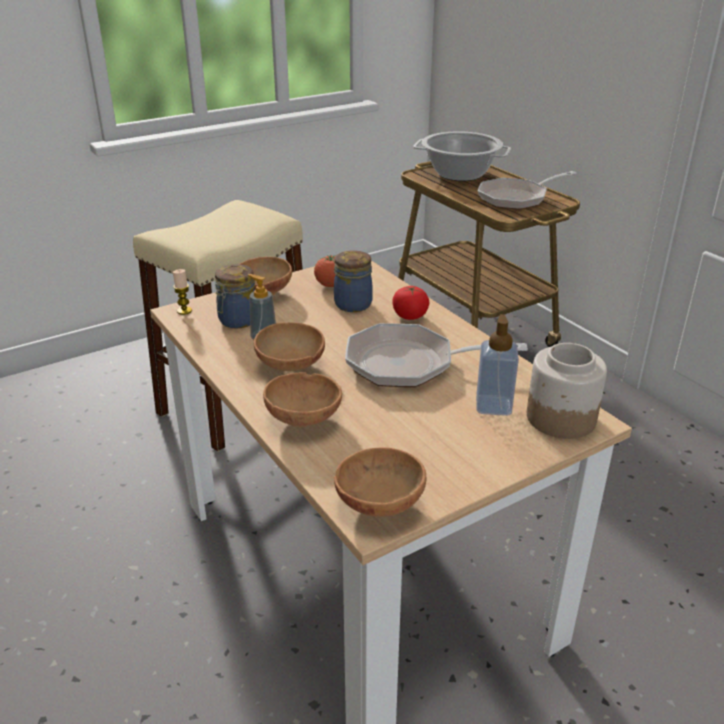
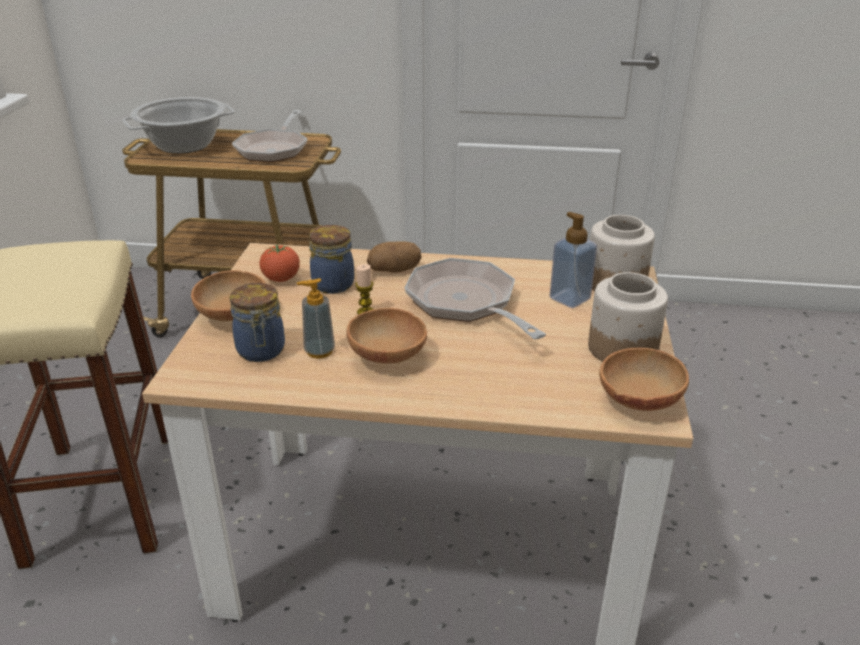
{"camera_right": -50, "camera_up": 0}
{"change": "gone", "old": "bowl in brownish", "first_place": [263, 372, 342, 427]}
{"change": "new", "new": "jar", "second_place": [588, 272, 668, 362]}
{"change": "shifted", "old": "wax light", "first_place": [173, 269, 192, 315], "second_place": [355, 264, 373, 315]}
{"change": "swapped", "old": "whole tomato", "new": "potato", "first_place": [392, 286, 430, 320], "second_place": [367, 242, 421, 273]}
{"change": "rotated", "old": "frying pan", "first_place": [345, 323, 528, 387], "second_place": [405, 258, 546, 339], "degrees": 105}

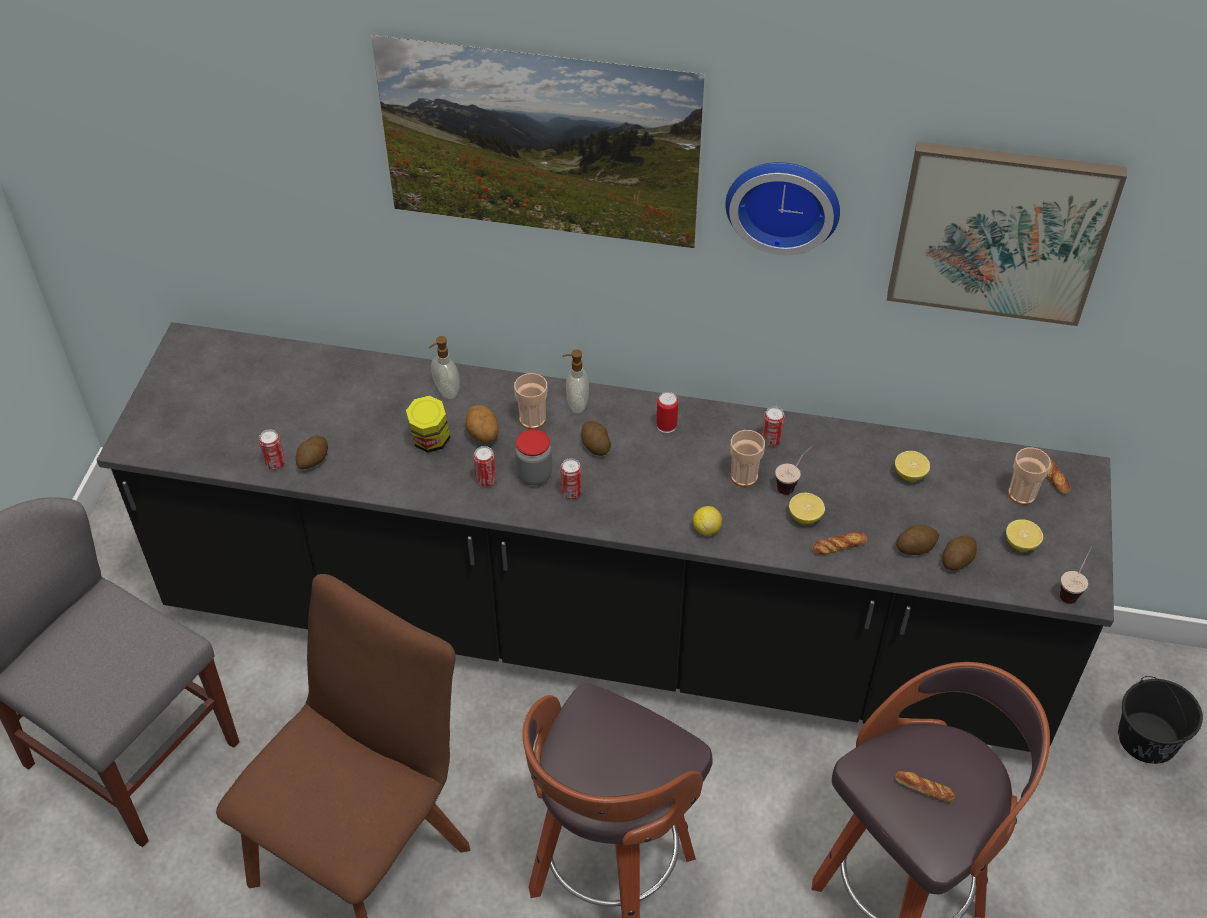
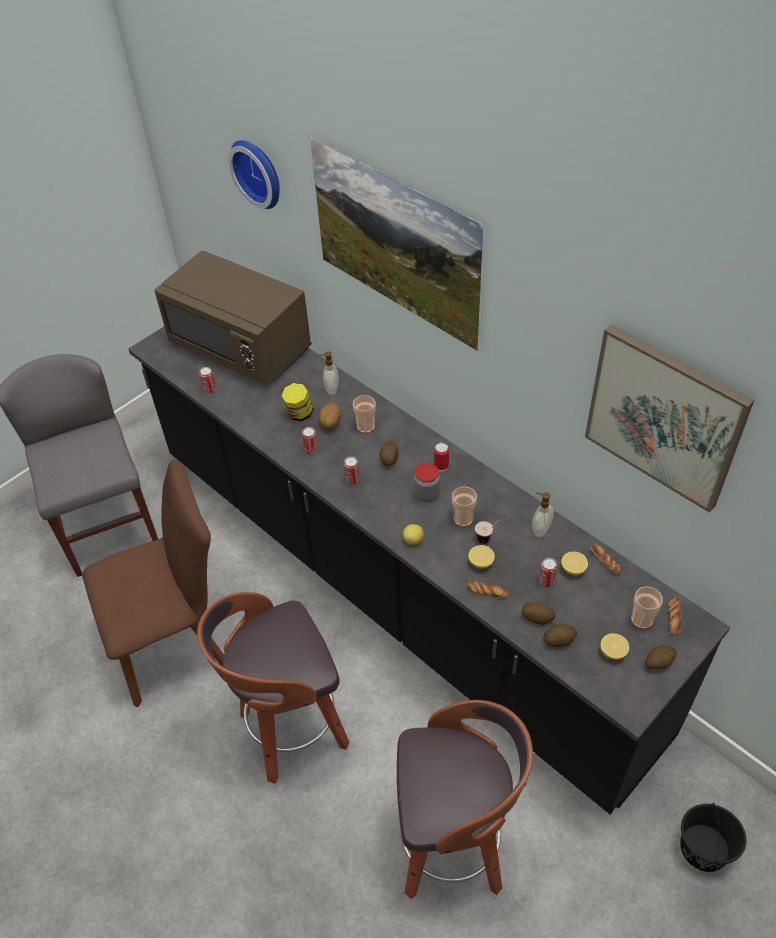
{"camera_right": 35, "camera_up": 0}
{"change": "gone", "old": "cup", "first_place": [1060, 547, 1092, 604]}
{"change": "new", "new": "kitchen microwave in brownish", "second_place": [154, 250, 312, 385]}
{"change": "shifted", "old": "potato", "first_place": [296, 436, 328, 469], "second_place": [646, 645, 677, 669]}
{"change": "shifted", "old": "jar", "first_place": [515, 429, 552, 485], "second_place": [414, 463, 440, 502]}
{"change": "shifted", "old": "soap bottle", "first_place": [562, 349, 589, 413], "second_place": [532, 492, 554, 537]}
{"change": "shifted", "old": "hanging clock", "first_place": [725, 162, 840, 255], "second_place": [228, 140, 280, 209]}
{"change": "shifted", "old": "sealed can", "first_place": [762, 406, 785, 447], "second_place": [539, 558, 557, 587]}
{"change": "shifted", "old": "bakery bread", "first_place": [895, 771, 956, 802], "second_place": [590, 544, 622, 575]}

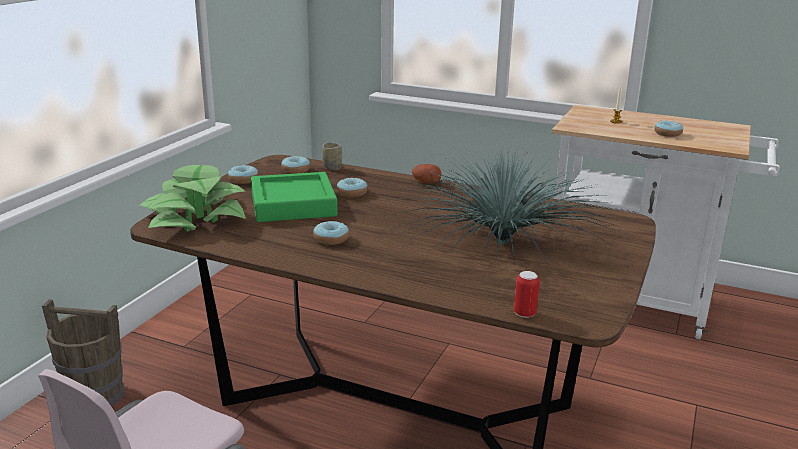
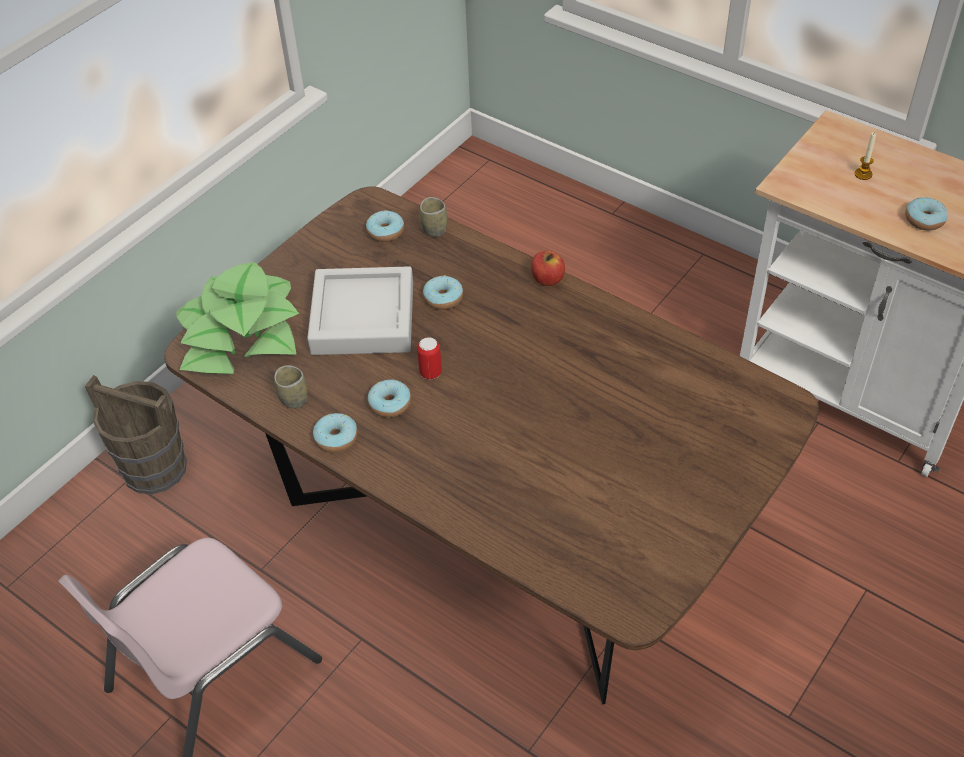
{"camera_right": 15, "camera_up": 25}
{"change": "gone", "old": "potted plant", "first_place": [390, 148, 624, 265]}
{"change": "new", "new": "cup", "second_place": [274, 365, 307, 409]}
{"change": "shifted", "old": "ring doughnut", "first_place": [228, 165, 258, 184], "second_place": [313, 413, 358, 453]}
{"change": "shifted", "old": "sealed can", "first_place": [514, 271, 540, 318], "second_place": [417, 337, 442, 380]}
{"change": "swapped", "old": "potato", "new": "apple", "first_place": [412, 164, 442, 183], "second_place": [531, 251, 565, 286]}
{"change": "repainted", "old": "carrying tray in green-coloured", "new": "carrying tray in gray", "first_place": [251, 172, 337, 222], "second_place": [307, 266, 413, 355]}

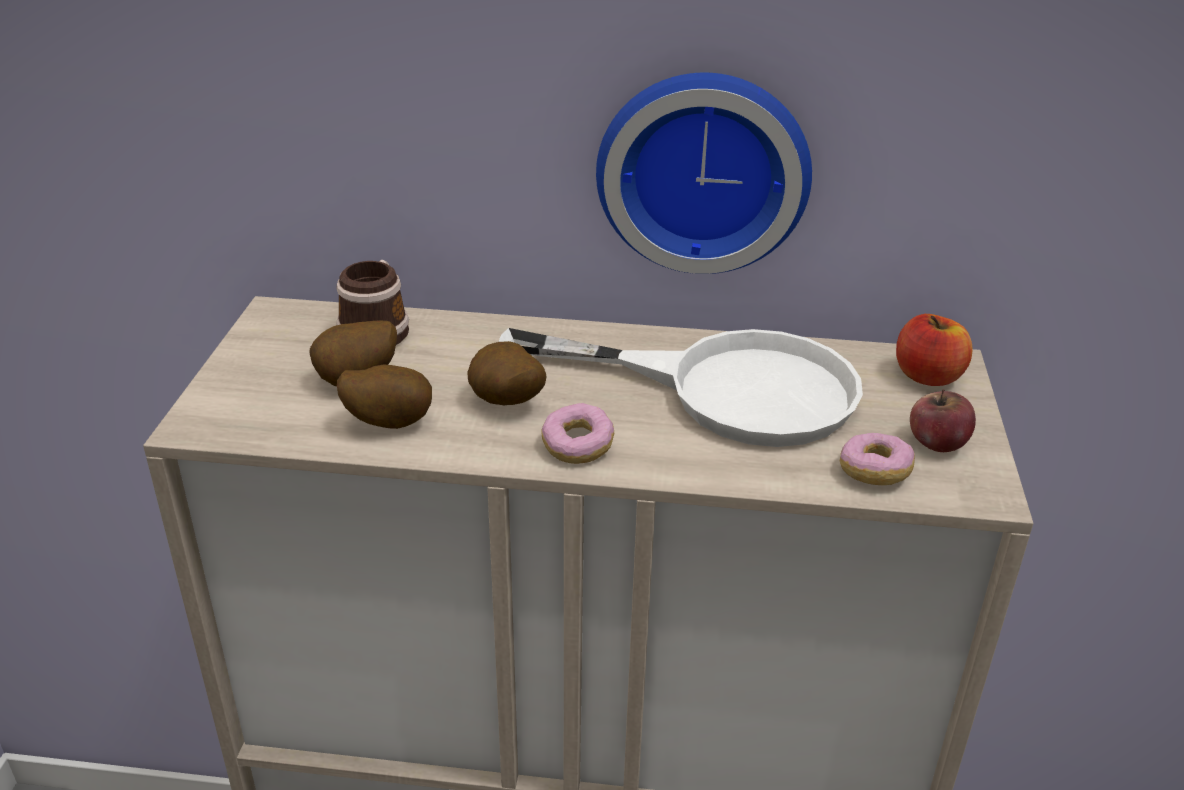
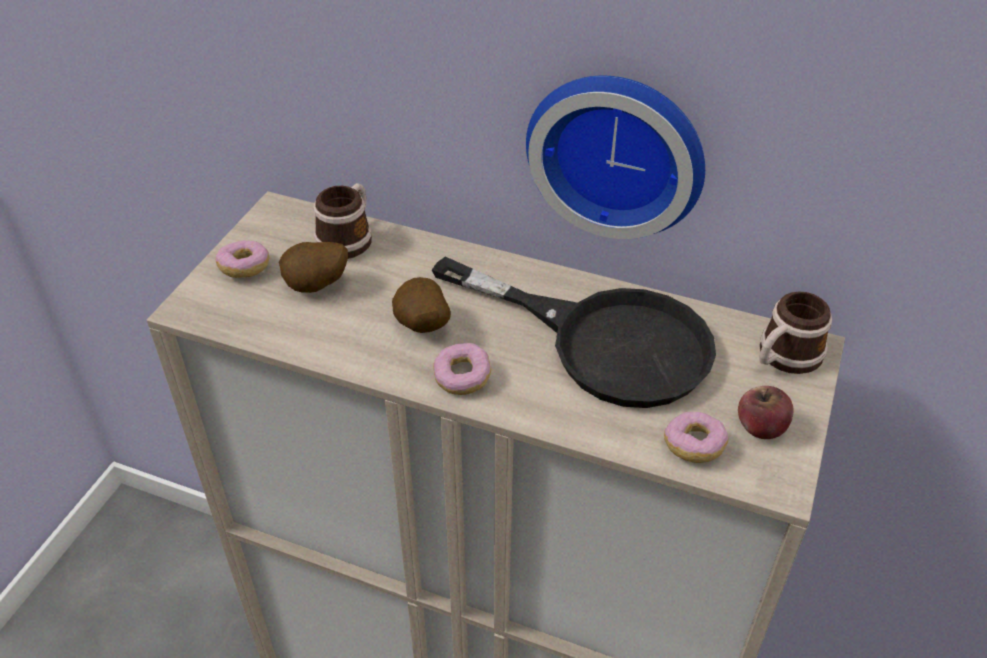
{"camera_right": 15, "camera_up": 10}
{"change": "gone", "old": "potato", "first_place": [337, 364, 432, 429]}
{"change": "new", "new": "ring doughnut", "second_place": [216, 240, 270, 278]}
{"change": "swapped", "old": "apple", "new": "tea mug", "first_place": [896, 314, 973, 386], "second_place": [759, 292, 832, 374]}
{"change": "repainted", "old": "frying pan in white-coloured", "new": "frying pan in black", "first_place": [498, 328, 863, 447], "second_place": [432, 257, 716, 408]}

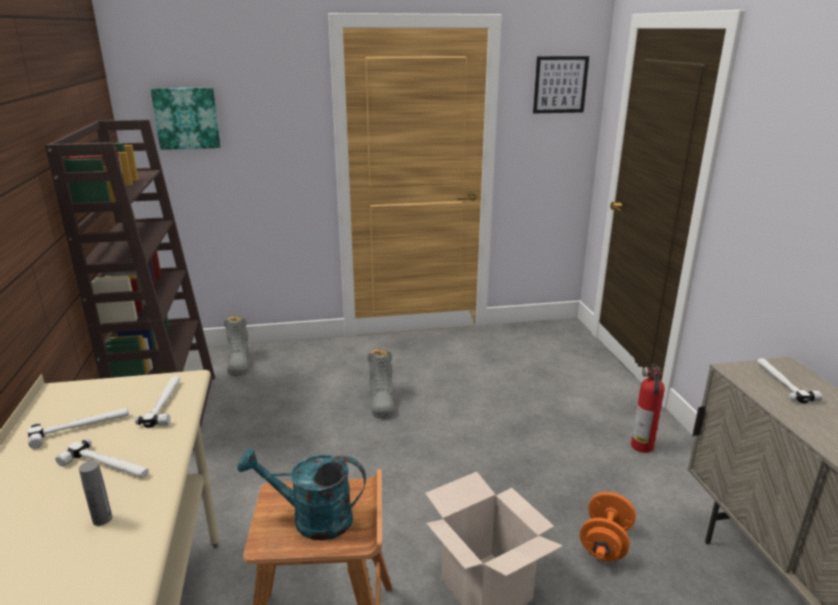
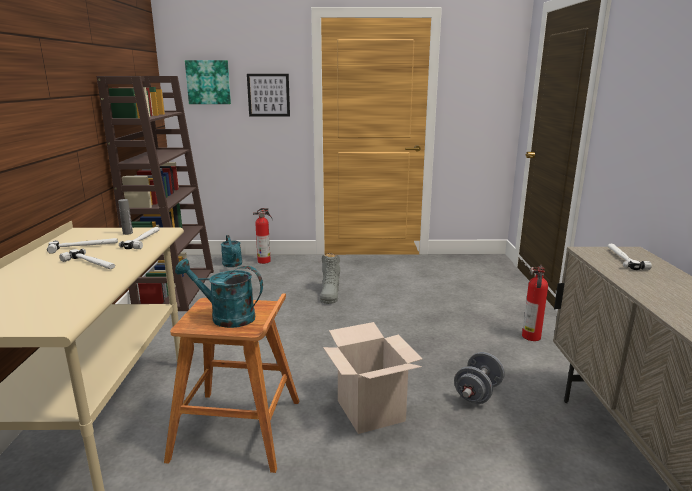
{"camera_right": 10, "camera_up": -5}
{"change": "new", "new": "fire extinguisher", "second_place": [253, 208, 272, 264]}
{"change": "shifted", "old": "drink bottle in gray", "first_place": [79, 461, 112, 526], "second_place": [118, 199, 133, 235]}
{"change": "shifted", "old": "wall picture", "first_place": [533, 56, 589, 113], "second_place": [247, 74, 290, 117]}
{"change": "swapped", "old": "high-top boot in gray", "new": "watering pot in turquoise", "first_place": [224, 315, 249, 377], "second_place": [221, 235, 242, 267]}
{"change": "repainted", "old": "hand weight in orange", "new": "hand weight in gray", "first_place": [580, 492, 636, 561], "second_place": [454, 352, 505, 404]}

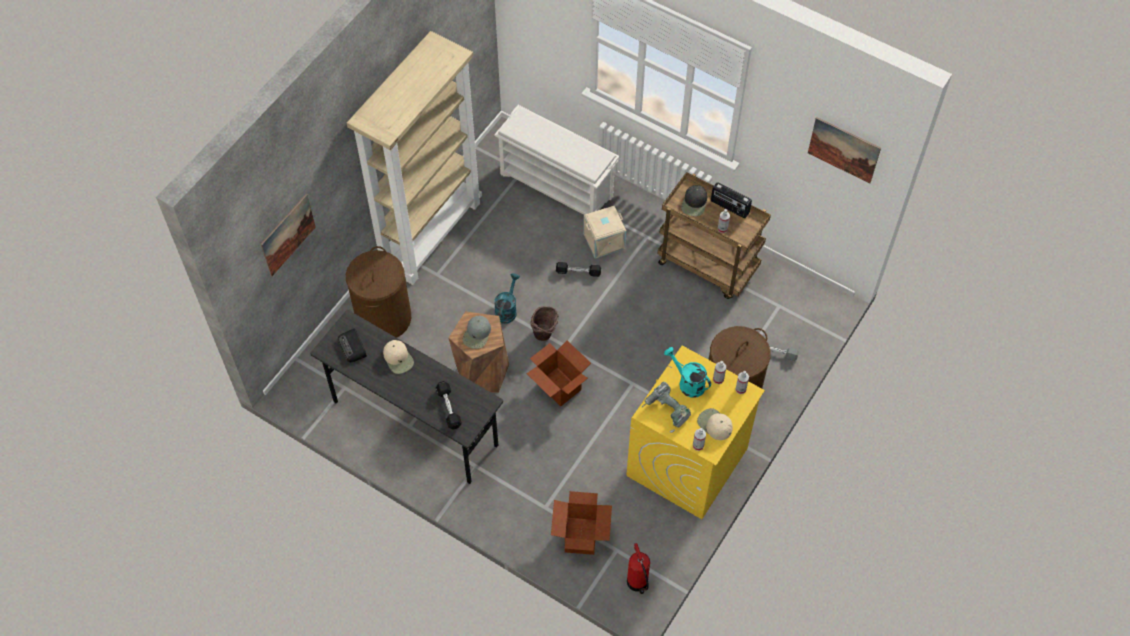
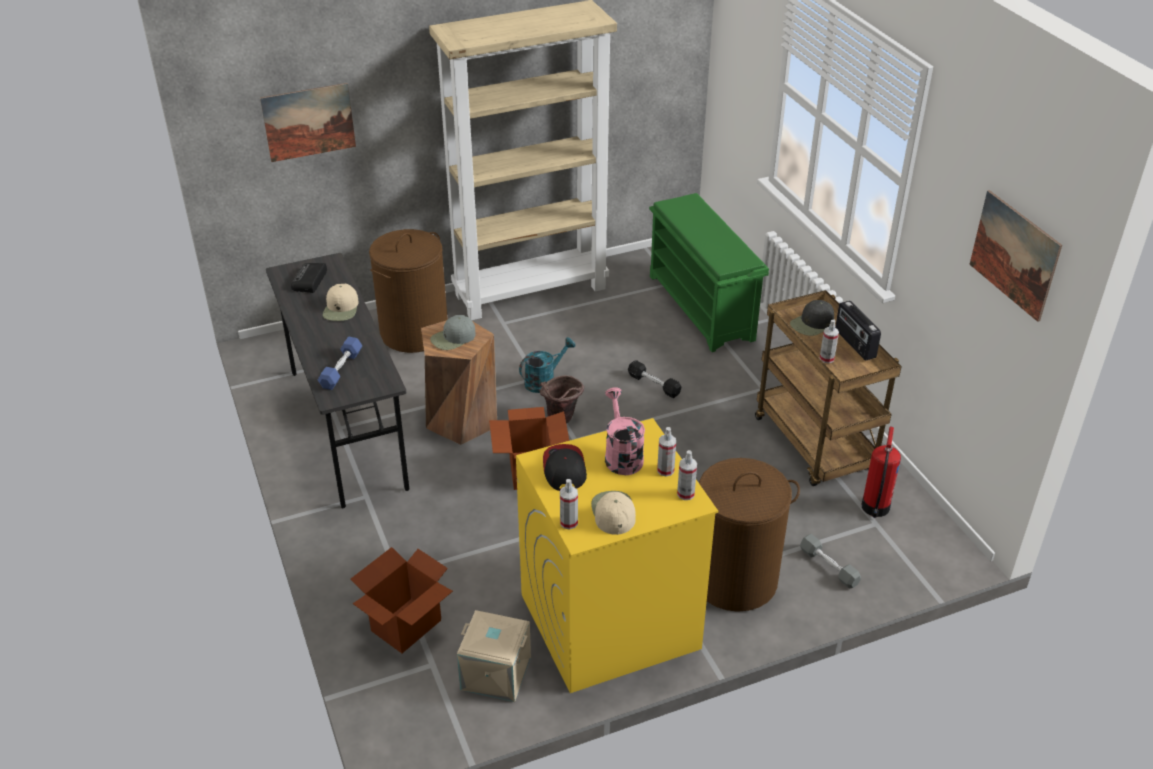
{"camera_right": 35, "camera_up": -20}
{"change": "shifted", "old": "storage container in beige-coloured", "first_place": [583, 206, 626, 258], "second_place": [457, 610, 531, 702]}
{"change": "shifted", "old": "fire extinguisher", "first_place": [627, 543, 650, 594], "second_place": [862, 426, 901, 518]}
{"change": "swapped", "old": "electric drill", "new": "baseball cap", "first_place": [641, 382, 691, 433], "second_place": [543, 444, 587, 491]}
{"change": "repainted", "old": "hand weight in black", "new": "hand weight in bluish", "first_place": [436, 381, 462, 429], "second_place": [318, 337, 362, 390]}
{"change": "repainted", "old": "shoe stand in white-coloured", "new": "shoe stand in green-coloured", "first_place": [494, 105, 620, 215], "second_place": [649, 193, 769, 352]}
{"change": "repainted", "old": "watering pot in turquoise", "new": "watering pot in pinkish", "first_place": [664, 347, 711, 398], "second_place": [605, 387, 645, 475]}

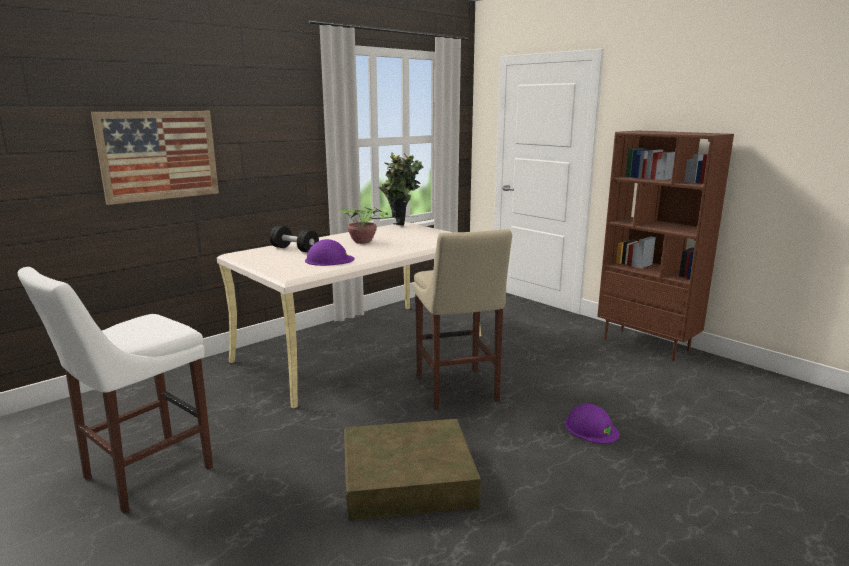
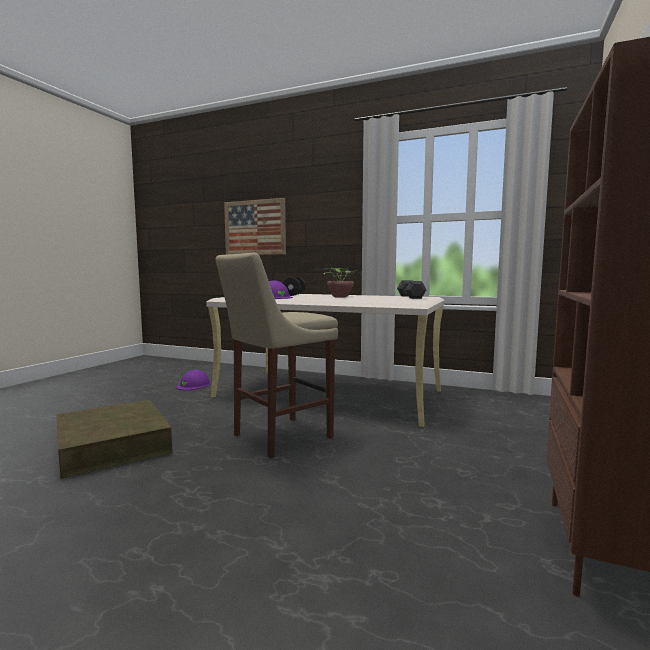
{"camera_right": 65, "camera_up": -10}
{"change": "gone", "old": "sitting stool in white-coloured", "first_place": [18, 267, 213, 514]}
{"change": "shifted", "old": "safety helmet in purple-coloured", "first_place": [565, 404, 620, 444], "second_place": [176, 370, 211, 390]}
{"change": "swapped", "old": "potted plant", "new": "hand weight in black", "first_place": [378, 152, 424, 226], "second_place": [397, 280, 426, 299]}

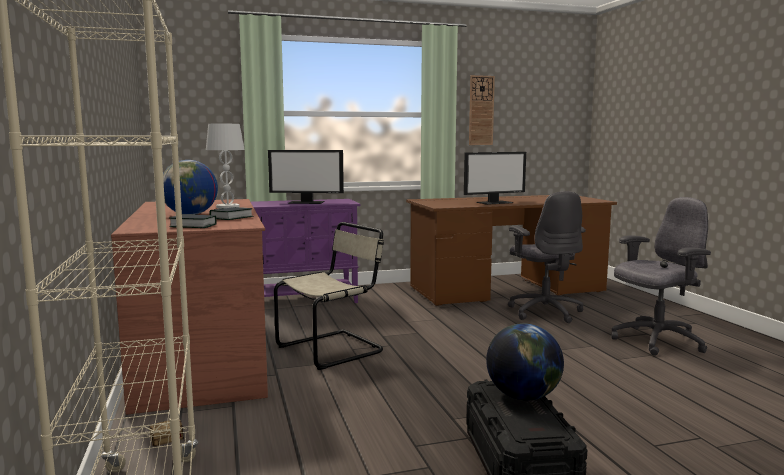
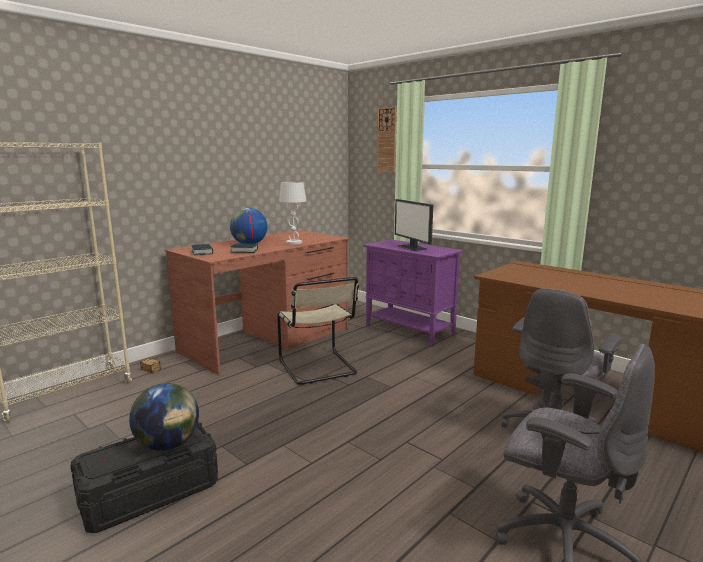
{"camera_right": 60, "camera_up": 5}
{"change": "gone", "old": "computer display", "first_place": [464, 152, 526, 205]}
{"change": "shifted", "old": "hanging clock", "first_place": [469, 75, 495, 145], "second_place": [377, 107, 397, 172]}
{"change": "rotated", "old": "chair in beige-coloured", "first_place": [274, 222, 384, 370], "second_place": [277, 277, 359, 385], "degrees": 45}

